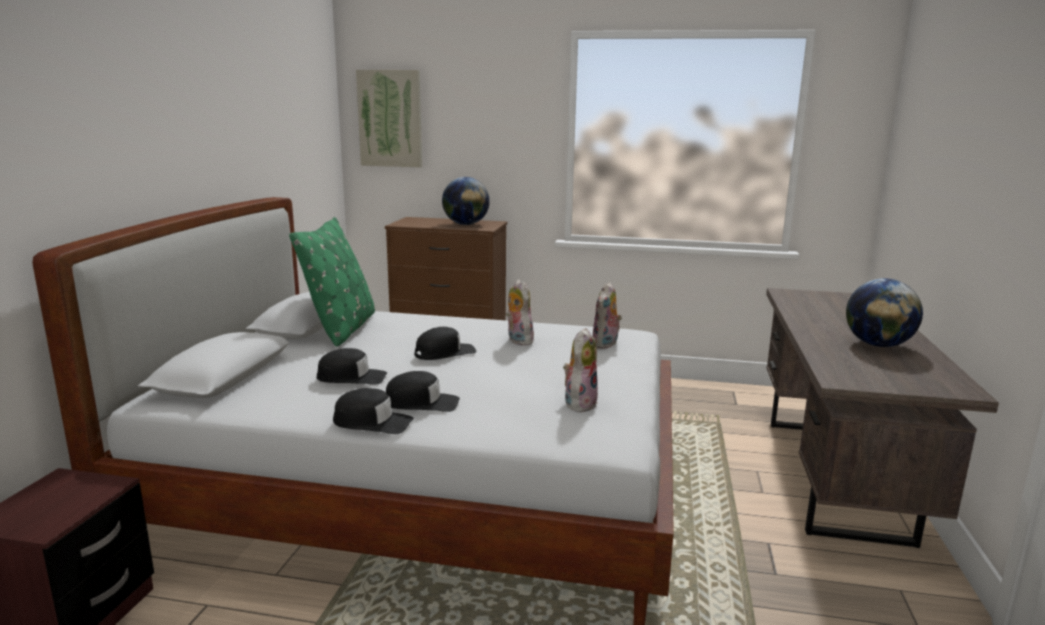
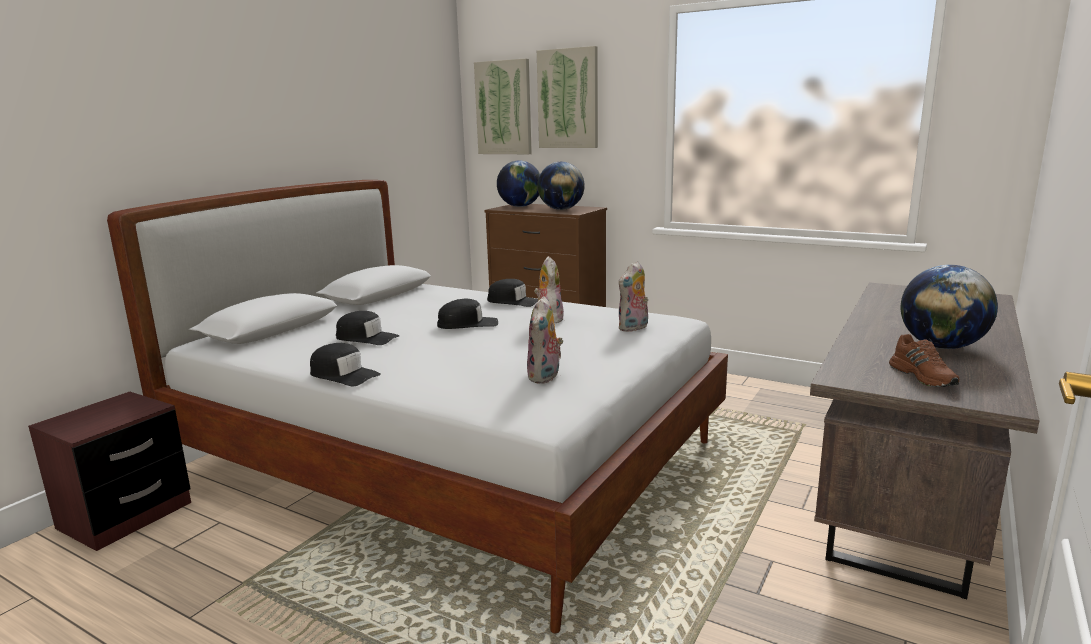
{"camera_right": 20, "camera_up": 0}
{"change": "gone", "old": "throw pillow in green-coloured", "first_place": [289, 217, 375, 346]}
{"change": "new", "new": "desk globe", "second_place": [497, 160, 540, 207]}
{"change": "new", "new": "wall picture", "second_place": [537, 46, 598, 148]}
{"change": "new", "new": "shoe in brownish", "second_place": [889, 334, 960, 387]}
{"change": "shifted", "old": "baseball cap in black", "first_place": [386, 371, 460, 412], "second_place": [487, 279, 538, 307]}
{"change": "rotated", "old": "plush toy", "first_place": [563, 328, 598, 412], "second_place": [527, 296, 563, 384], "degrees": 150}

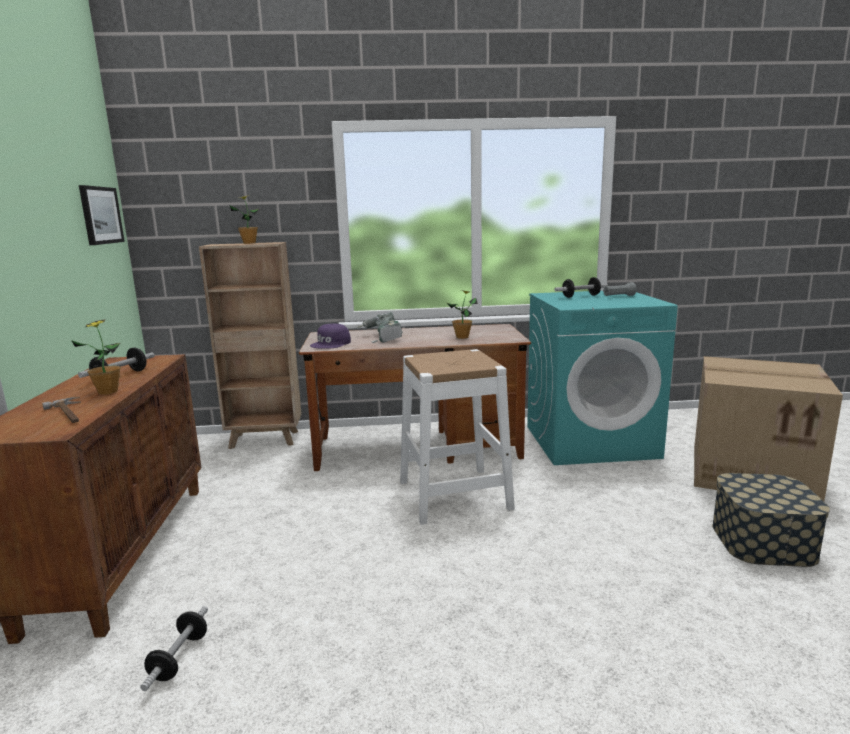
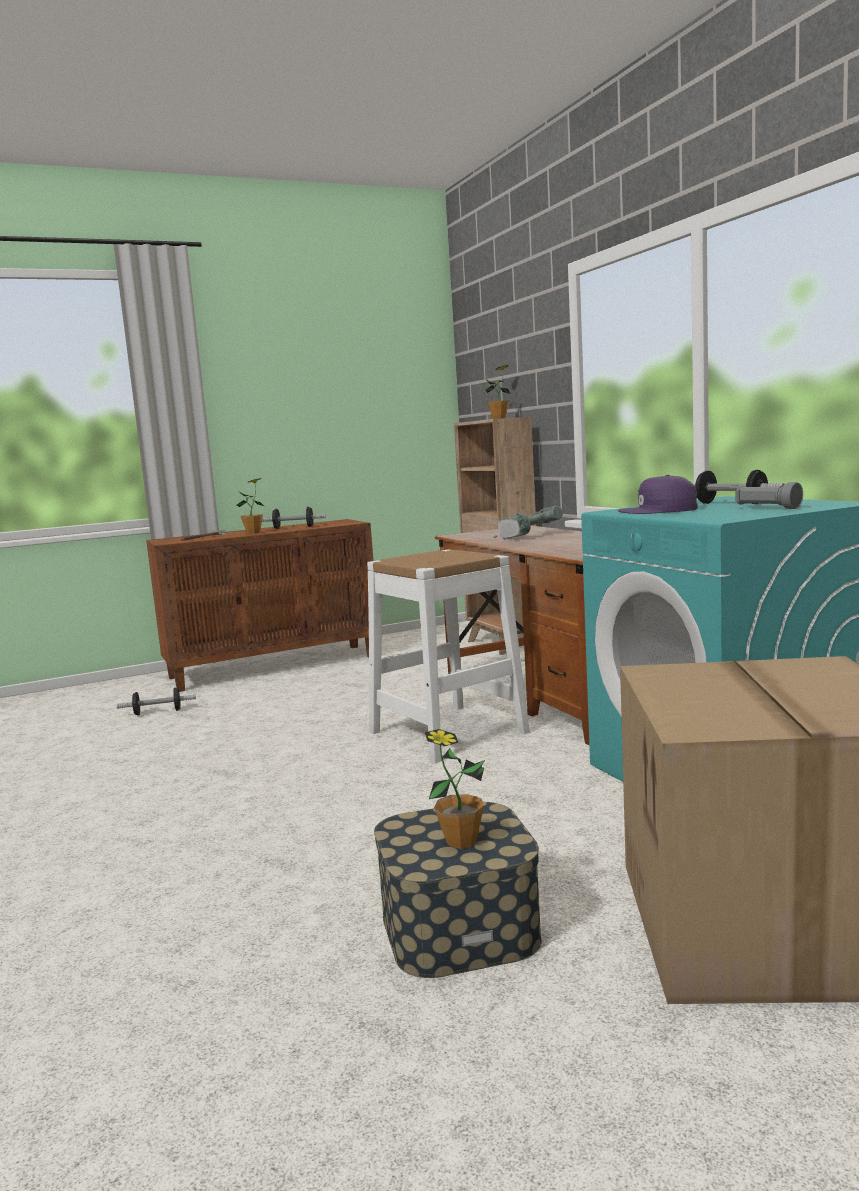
{"camera_right": 70, "camera_up": -5}
{"change": "gone", "old": "wall picture", "first_place": [79, 185, 125, 245]}
{"change": "shifted", "old": "baseball cap in purple-coloured", "first_place": [310, 323, 351, 349], "second_place": [618, 475, 698, 514]}
{"change": "shifted", "old": "potted plant", "first_place": [447, 290, 478, 339], "second_place": [425, 729, 485, 849]}

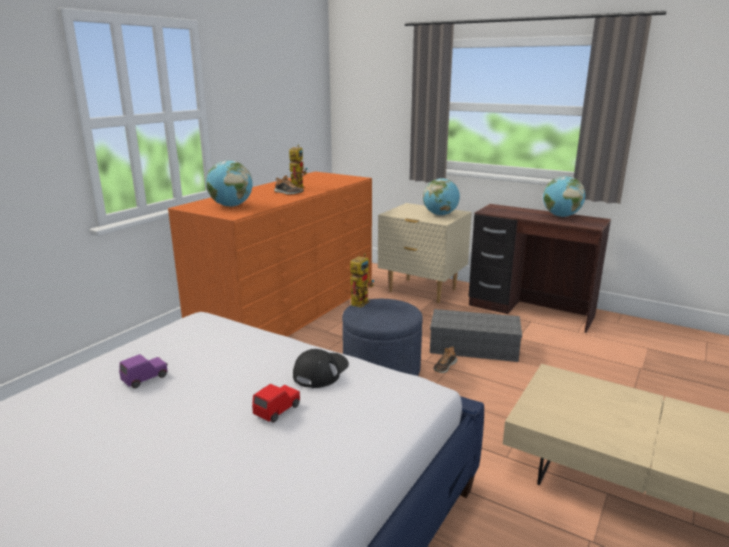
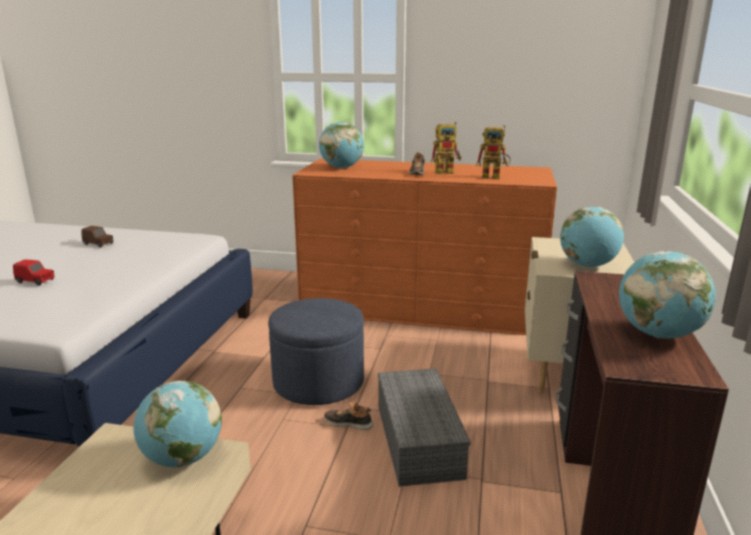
{"camera_right": 70, "camera_up": 0}
{"change": "gone", "old": "baseball cap in black", "first_place": [293, 349, 349, 388]}
{"change": "new", "new": "desk globe", "second_place": [133, 380, 222, 468]}
{"change": "shifted", "old": "toy robot", "first_place": [350, 253, 374, 308], "second_place": [476, 125, 511, 179]}
{"change": "repainted", "old": "model car in purple-coloured", "new": "model car in brownish", "first_place": [119, 354, 168, 388], "second_place": [81, 226, 114, 248]}

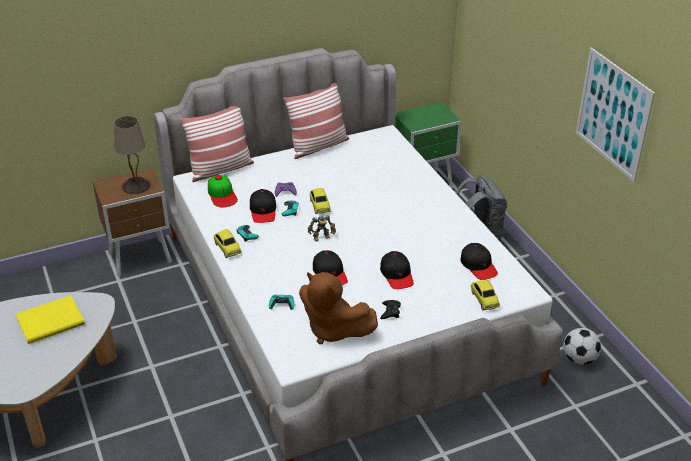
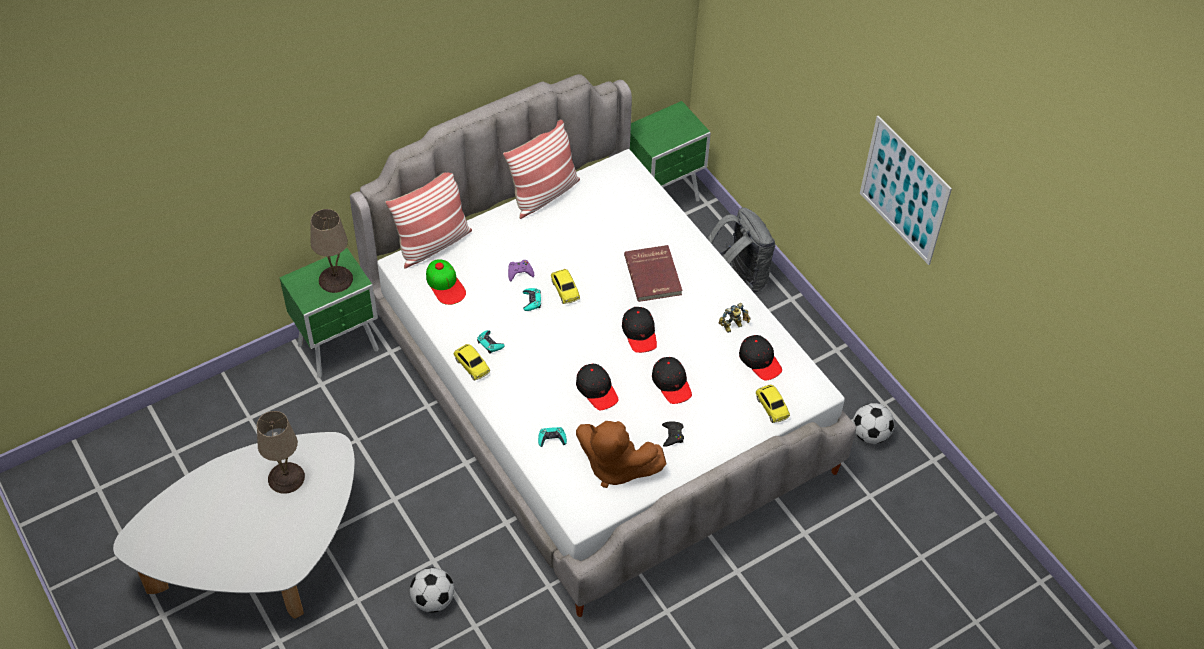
{"camera_right": -10, "camera_up": 15}
{"change": "new", "new": "football ball", "second_place": [410, 568, 454, 613]}
{"change": "new", "new": "book in reddish", "second_place": [624, 245, 683, 302]}
{"change": "shifted", "old": "baseball cap in black", "first_place": [250, 189, 276, 223], "second_place": [622, 307, 657, 353]}
{"change": "shifted", "old": "toy robot", "first_place": [308, 215, 336, 242], "second_place": [718, 303, 751, 333]}
{"change": "swapped", "old": "book in yellow-coloured", "new": "table lamp in beige-coloured", "first_place": [16, 295, 85, 344], "second_place": [257, 411, 305, 494]}
{"change": "repainted", "old": "bedside table in brownish", "new": "bedside table in green-coloured", "first_place": [93, 168, 172, 276], "second_place": [280, 248, 379, 378]}

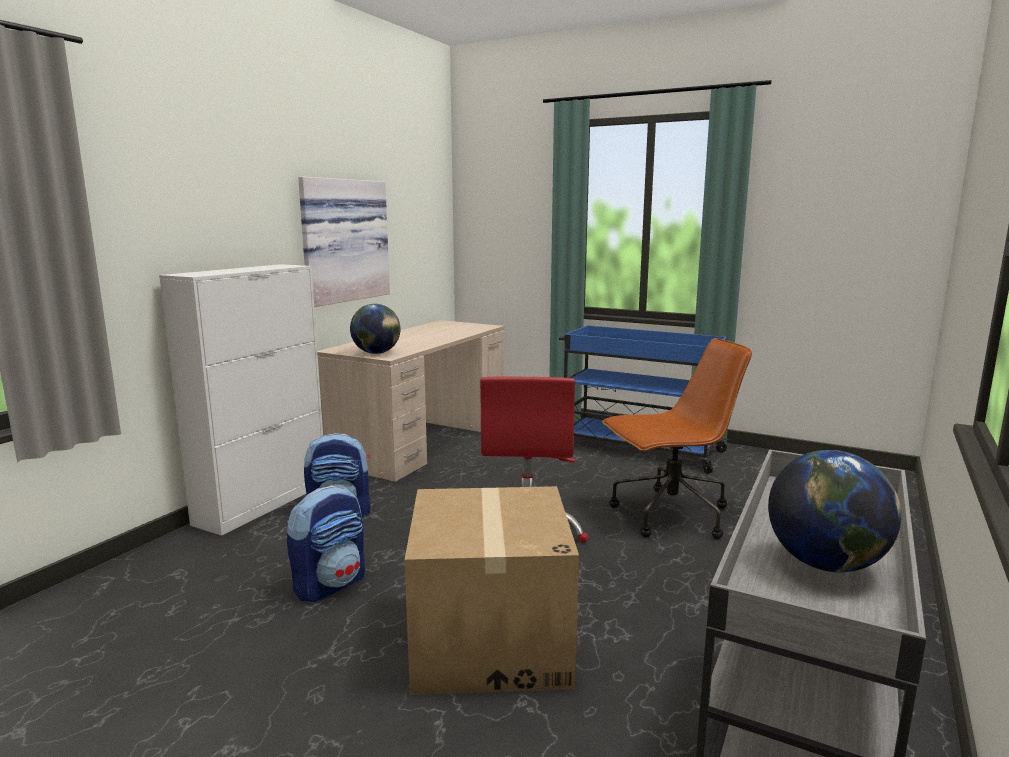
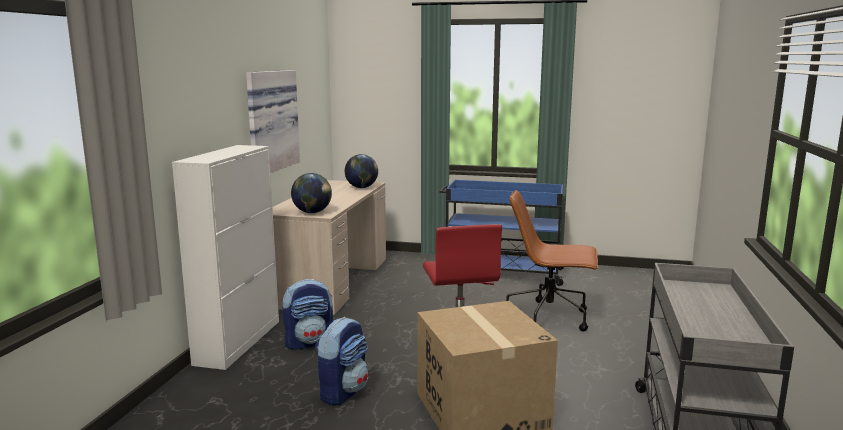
{"camera_right": -15, "camera_up": 0}
{"change": "shifted", "old": "desk globe", "first_place": [768, 450, 901, 572], "second_place": [345, 154, 378, 188]}
{"change": "rotated", "old": "desk chair in brownish", "first_place": [602, 338, 752, 539], "second_place": [506, 190, 598, 332], "degrees": -135}

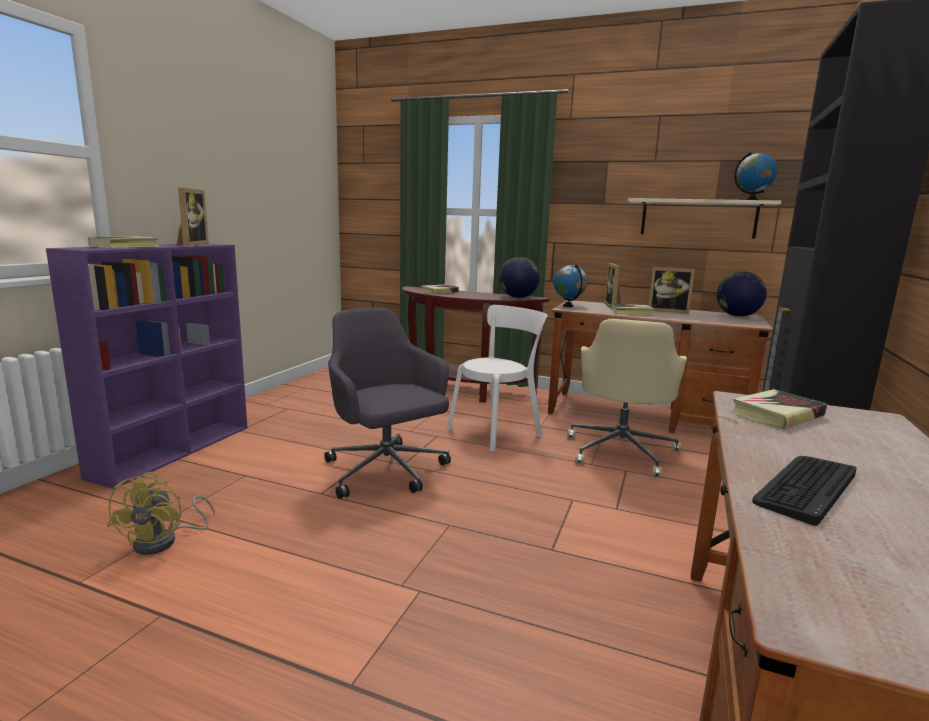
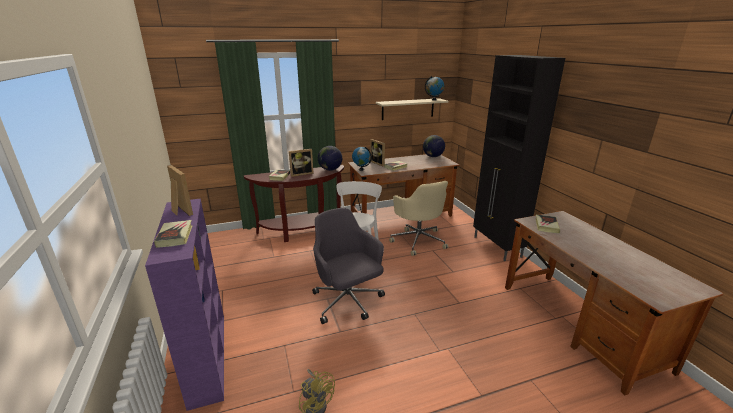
{"camera_right": -40, "camera_up": 10}
{"change": "gone", "old": "keyboard", "first_place": [752, 456, 857, 526]}
{"change": "shifted", "old": "picture frame", "first_place": [648, 267, 695, 313], "second_place": [289, 149, 314, 177]}
{"change": "rotated", "old": "desk chair in gray", "first_place": [324, 308, 451, 499], "second_place": [312, 208, 385, 324], "degrees": 45}

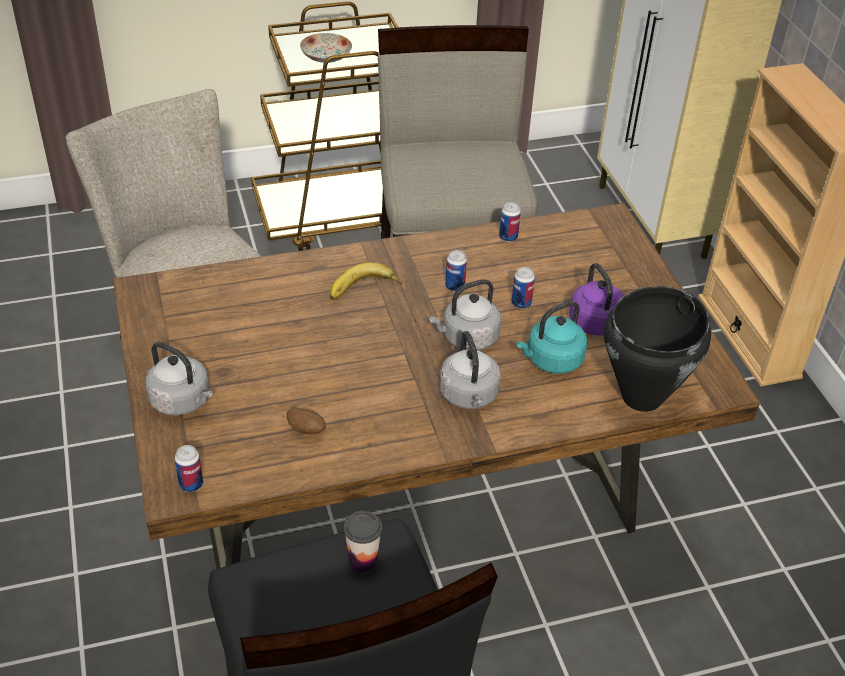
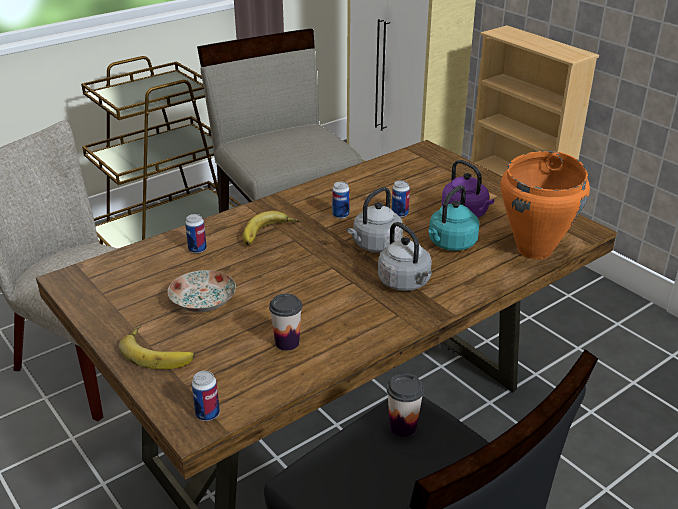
{"camera_right": -20, "camera_up": -10}
{"change": "shifted", "old": "flat dish", "first_place": [300, 33, 352, 63], "second_place": [168, 270, 236, 312]}
{"change": "shifted", "old": "sealed can", "first_place": [499, 202, 521, 242], "second_place": [185, 214, 207, 253]}
{"change": "swapped", "old": "kettle in gray", "new": "whole banana", "first_place": [145, 342, 213, 416], "second_place": [119, 325, 195, 369]}
{"change": "swapped", "old": "potato", "new": "cup", "first_place": [287, 407, 326, 434], "second_place": [269, 294, 302, 351]}
{"change": "repainted", "old": "stockpot in black", "new": "stockpot in orange", "first_place": [604, 286, 711, 412], "second_place": [501, 151, 590, 259]}

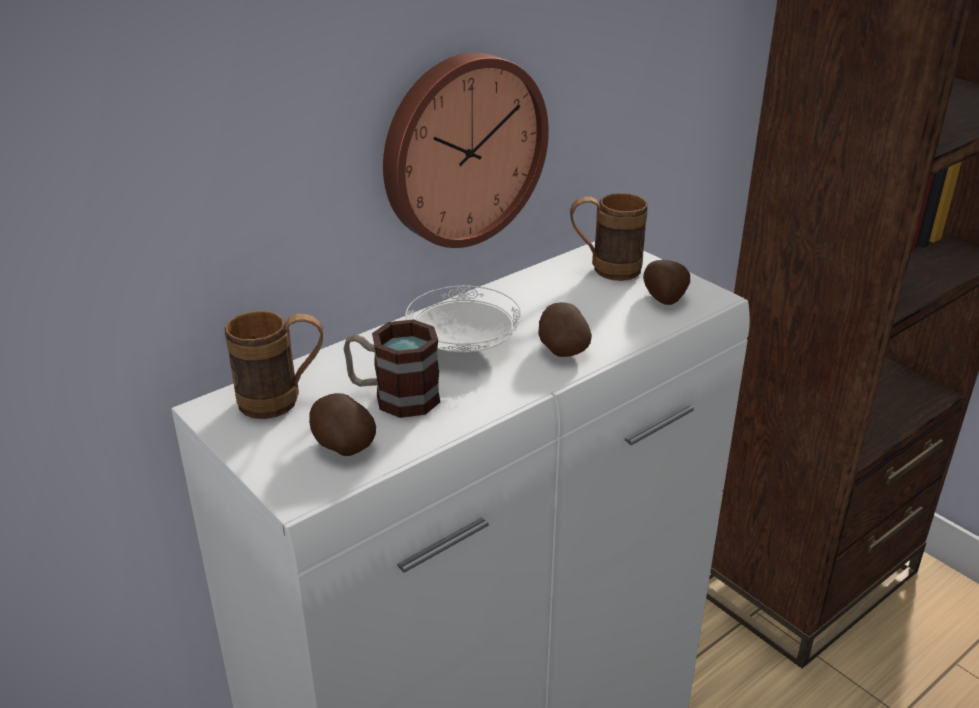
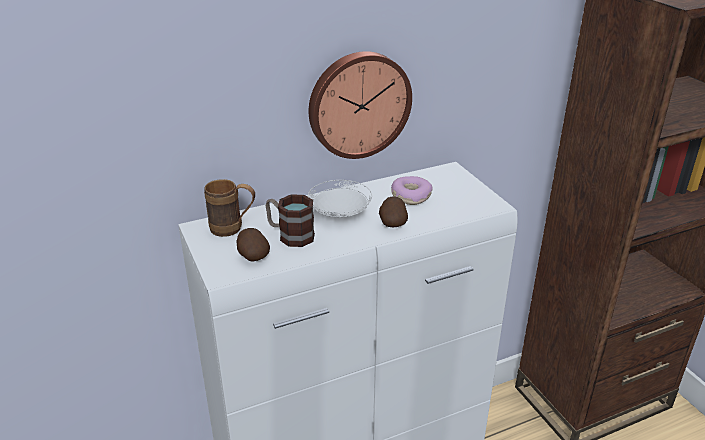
{"camera_right": 15, "camera_up": 0}
{"change": "gone", "old": "tea mug in brownish", "first_place": [570, 193, 648, 281]}
{"change": "gone", "old": "potato", "first_place": [643, 260, 690, 305]}
{"change": "new", "new": "ring doughnut", "second_place": [391, 176, 433, 205]}

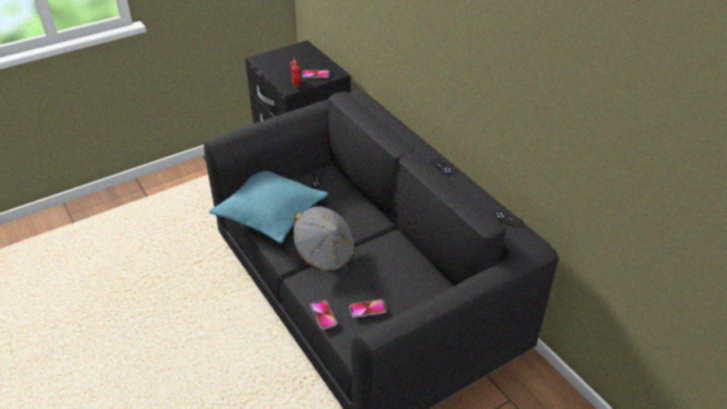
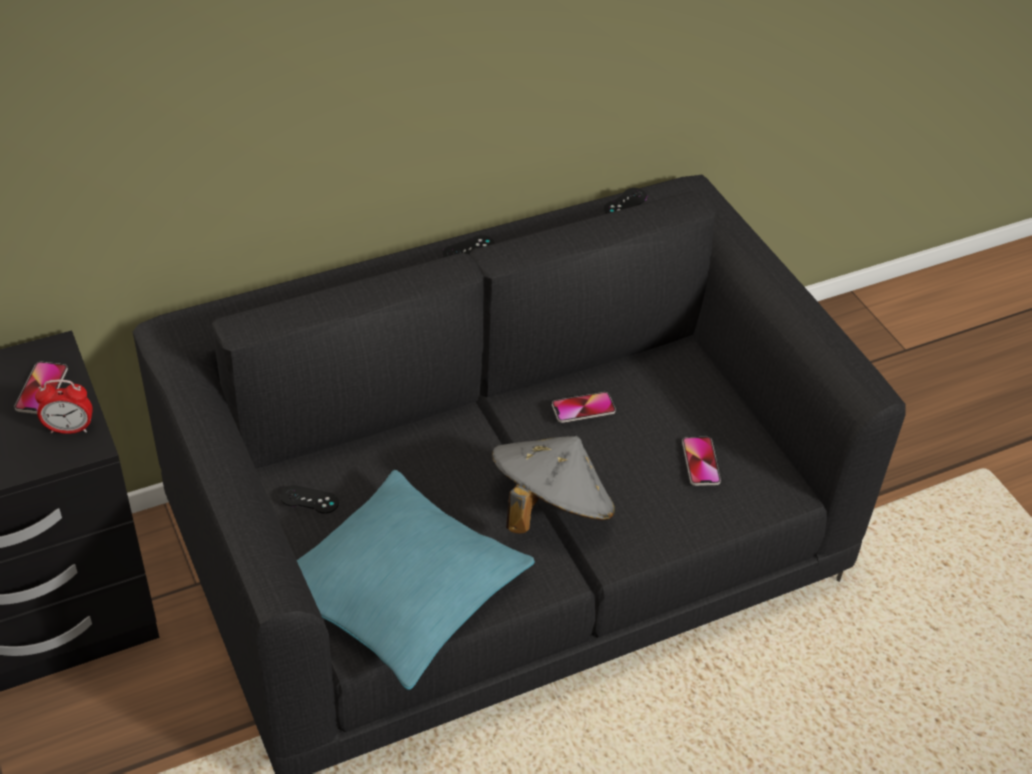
{"camera_right": -85, "camera_up": 5}
{"change": "shifted", "old": "handset", "first_place": [310, 300, 337, 330], "second_place": [552, 392, 616, 423]}

